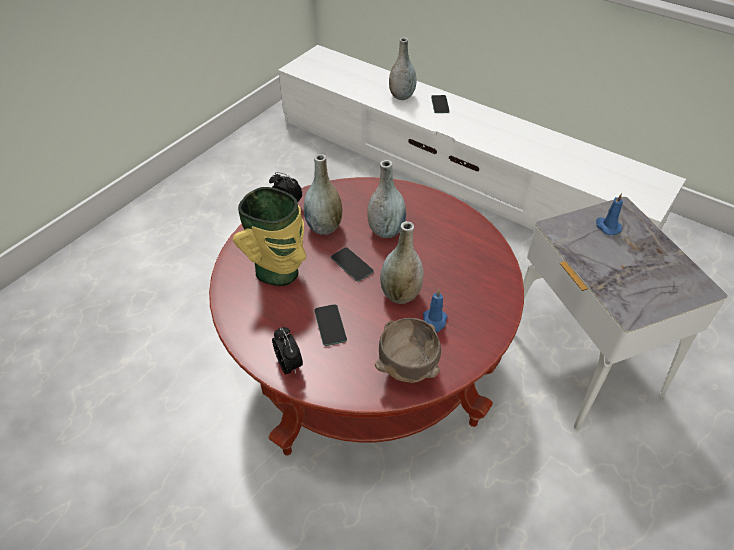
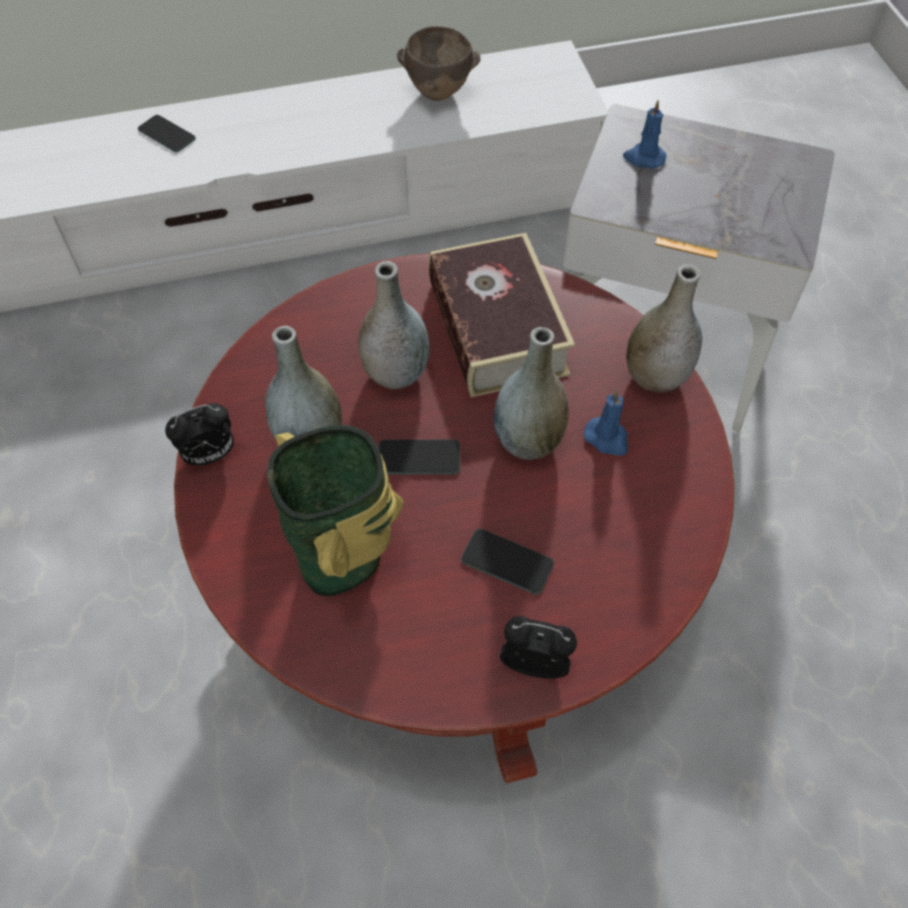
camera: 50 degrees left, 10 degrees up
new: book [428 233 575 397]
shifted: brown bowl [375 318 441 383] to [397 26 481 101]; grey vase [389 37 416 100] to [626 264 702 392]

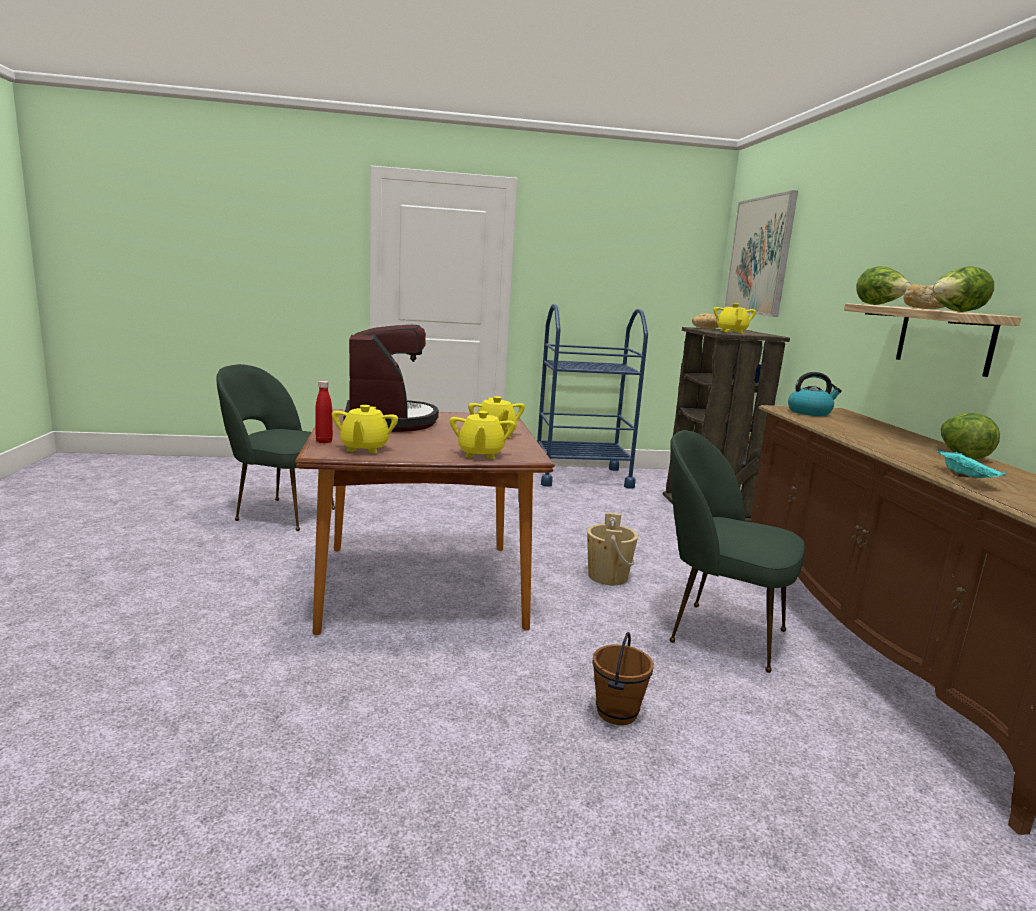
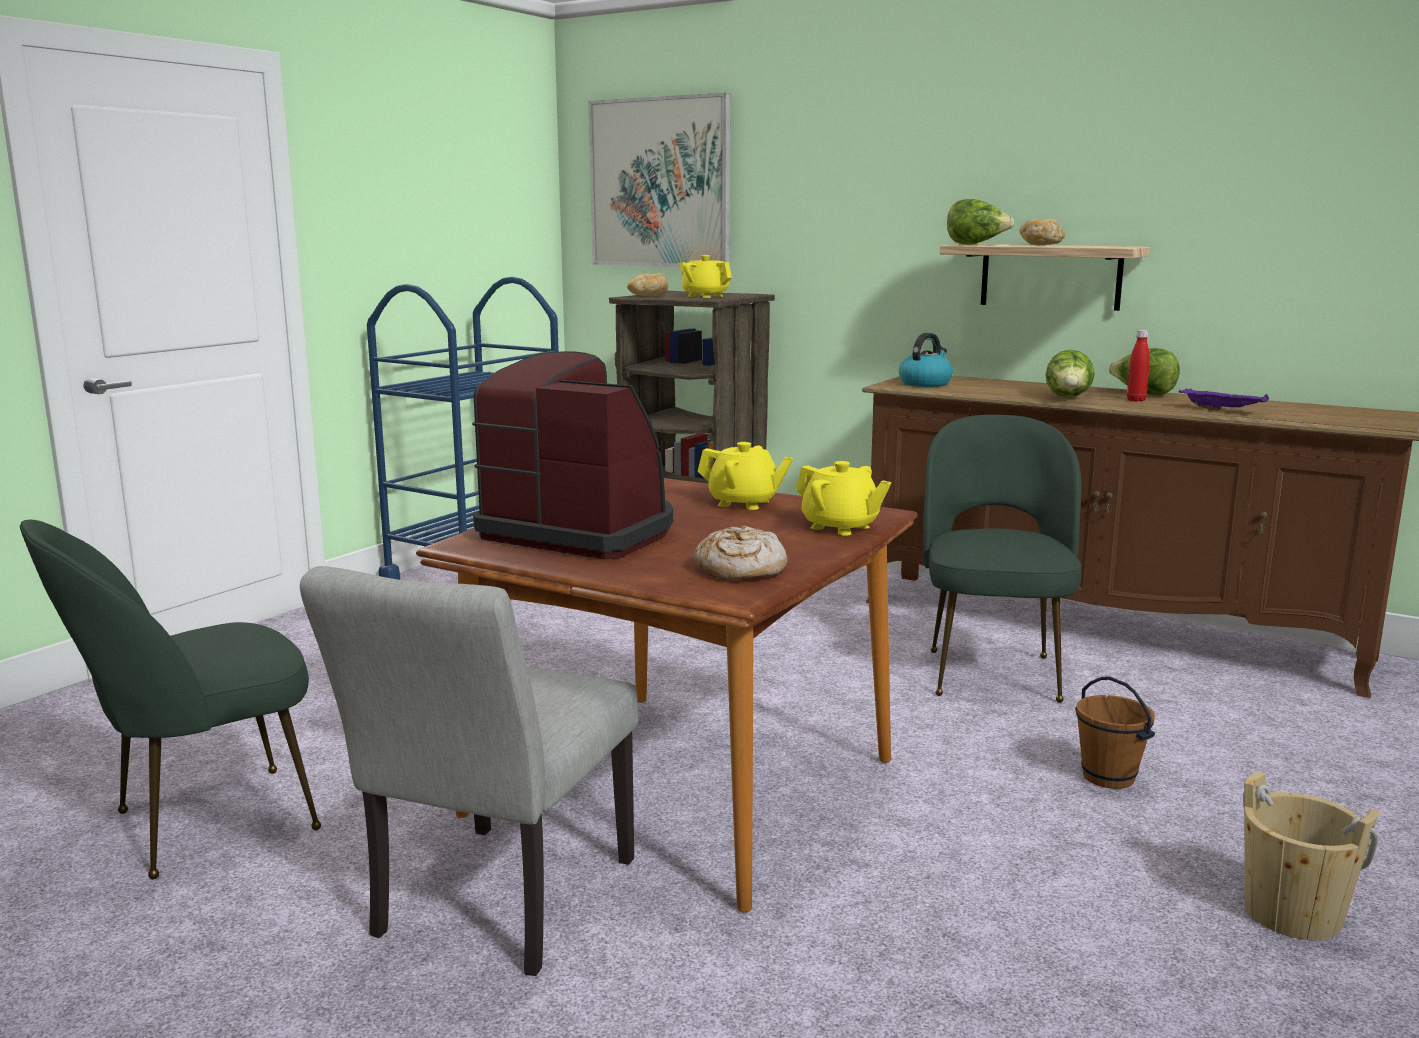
camera: 50 degrees left, 0 degrees up
new: grey chair [300 566 638 976]
shifted: lettuce [933 266 994 312] to [1045 350 1095 397]; red bottle [315 381 333 444] to [1127 330 1150 401]; beige bucket [587 513 638 585] to [1243 771 1379 940]
swapped: yellow teapot [332 405 398 453] to bread [694 525 787 580]
repainted: turquoise tray [938 449 1006 478] to purple tray [1179 388 1269 411]
rotated: green chair [670 430 805 673] = [923 415 1081 703] 120 degrees clockwise

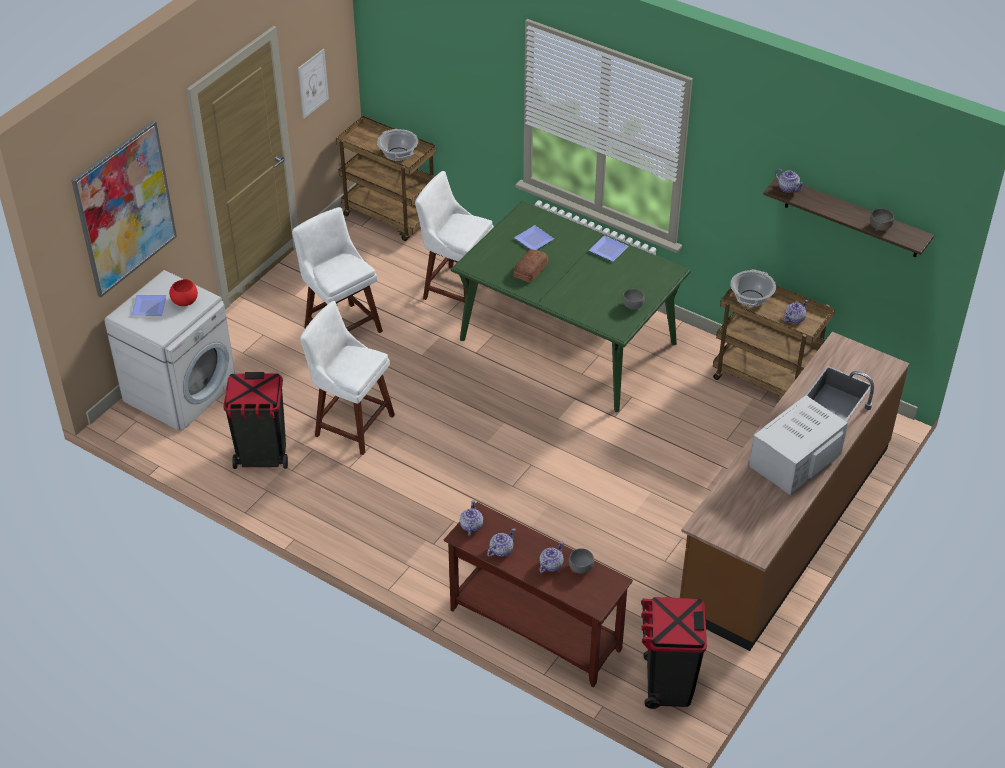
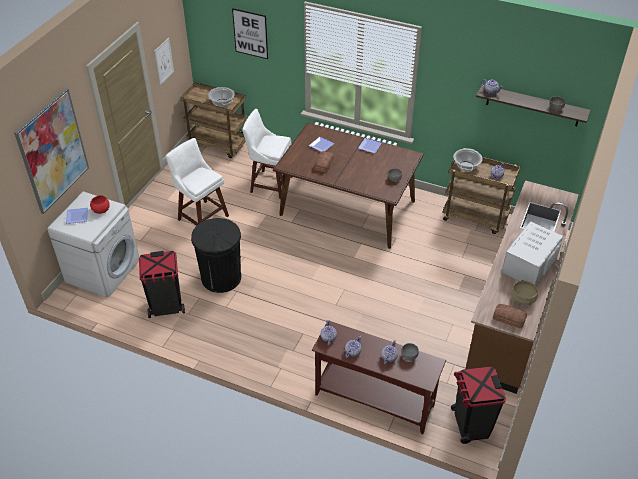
camera: 10 degrees left, 0 degrees up
new: picture [232 8 268 59]; bread [493 304 527 329]; beige cooking pot [511 280 538 305]
swapped: white chair [300 301 395 455] to black trash can [191 218 241 293]
repainted: green dining table [451 201 691 412] to brown dining table [273 123 424 249]

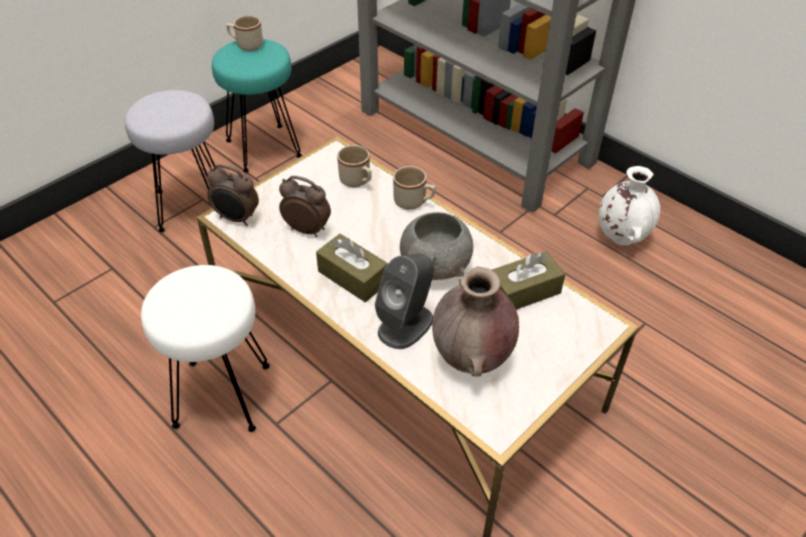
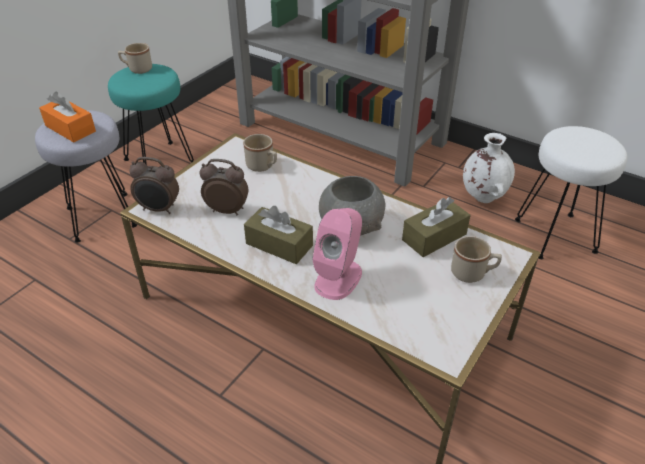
camera: 10 degrees left, 5 degrees down
gone: brown vase [432 267 519 377]
new: orange tissue box [39 92 96 142]
shifted: beige mug [393 166 435 210] to [451 236 502 283]; white stool [141 265 270 432] to [515 126 627 259]
repainted: grey speaker [375 254 434 349] to pink speaker [312 208 362 300]

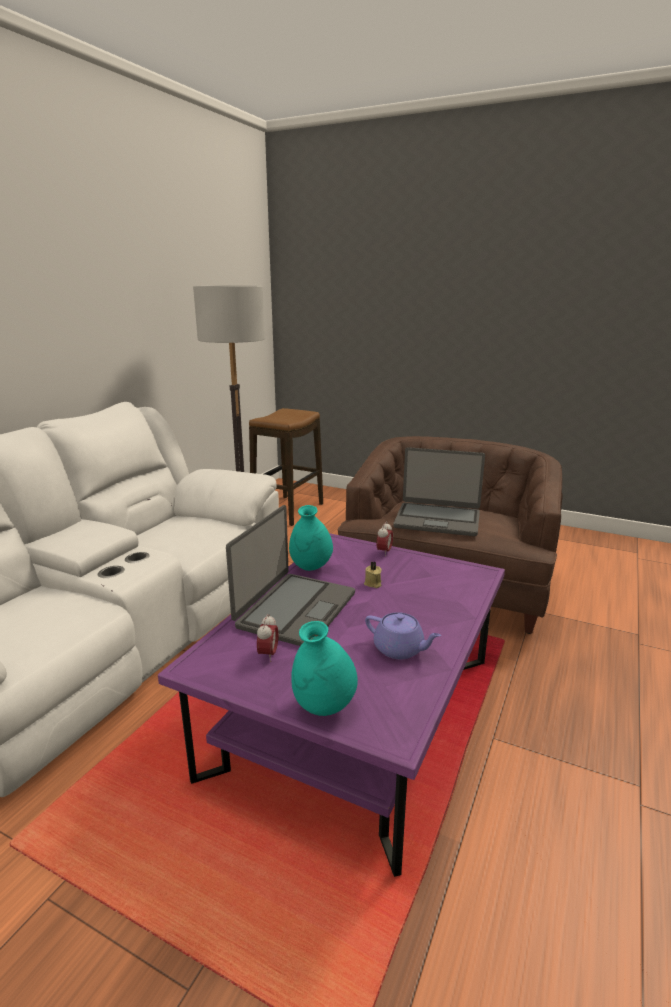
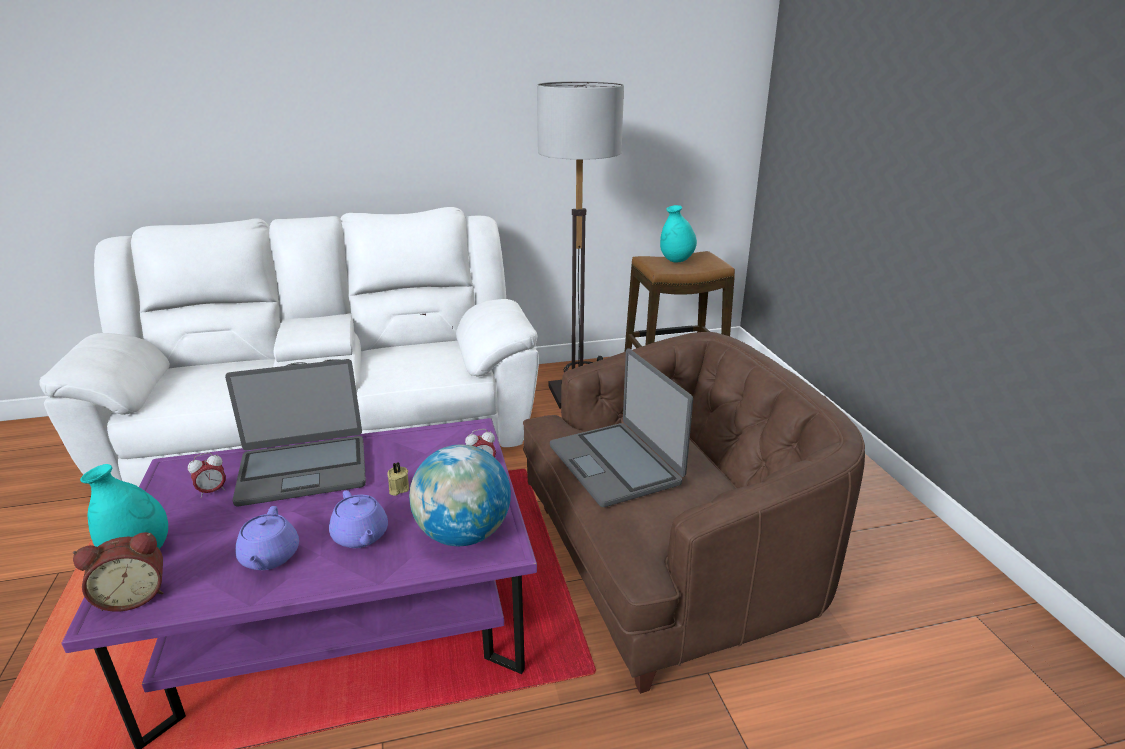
camera: 50 degrees right, 5 degrees up
new: alarm clock [73 532 163 611]; purple teapot [329 490 388 548]; globe [409 445 511 546]
shifted: turquoise vase [289 505 333 571] to [660 205 697 263]

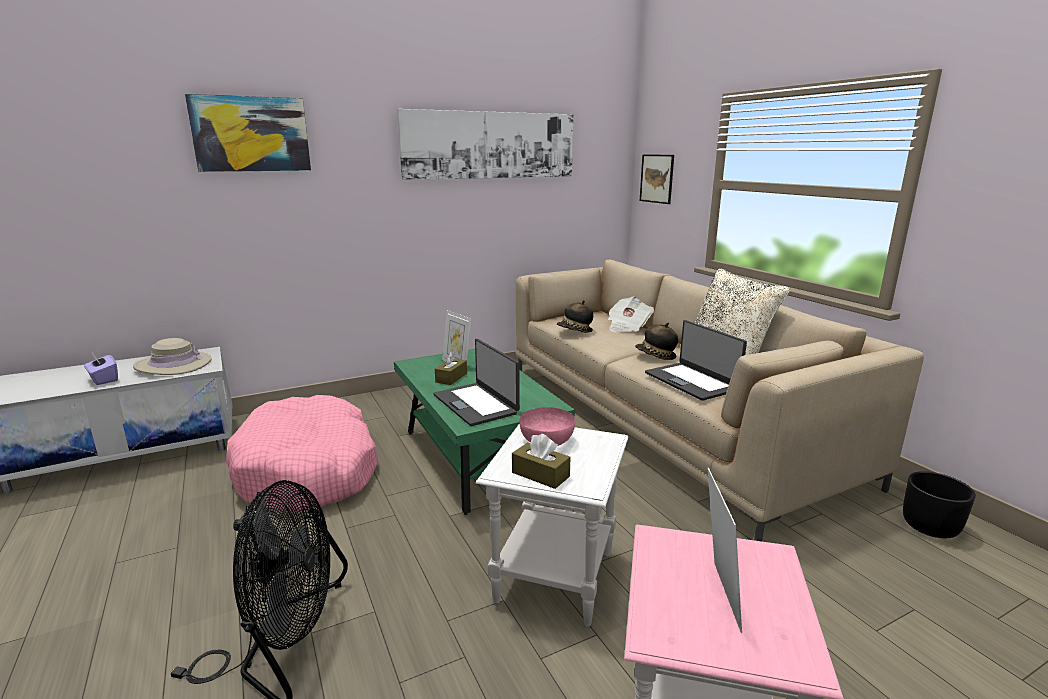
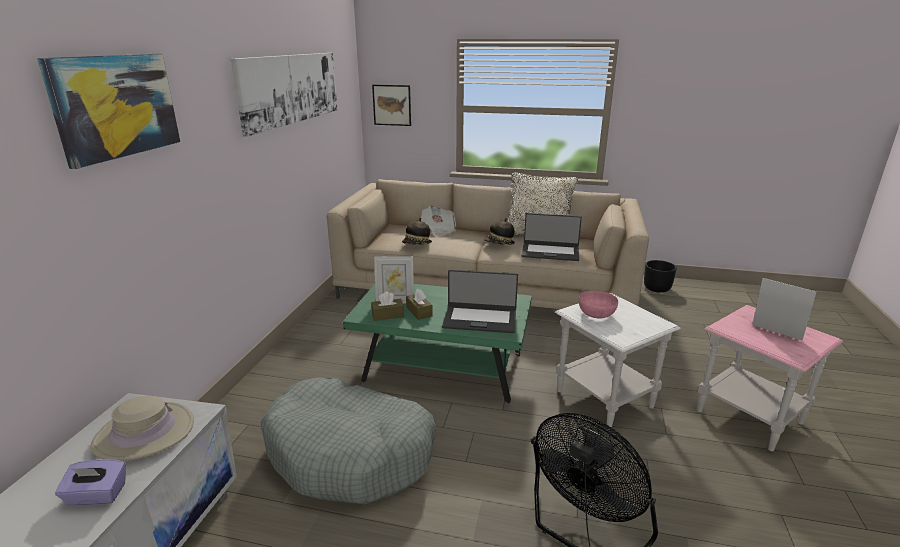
camera: 50 degrees left, 5 degrees up
shifted: brown tissue box [512 434 570 489] to [371 291 404 321]
repainted: pink dog bed [226 395 379 512] to grey dog bed [261 377 437 504]

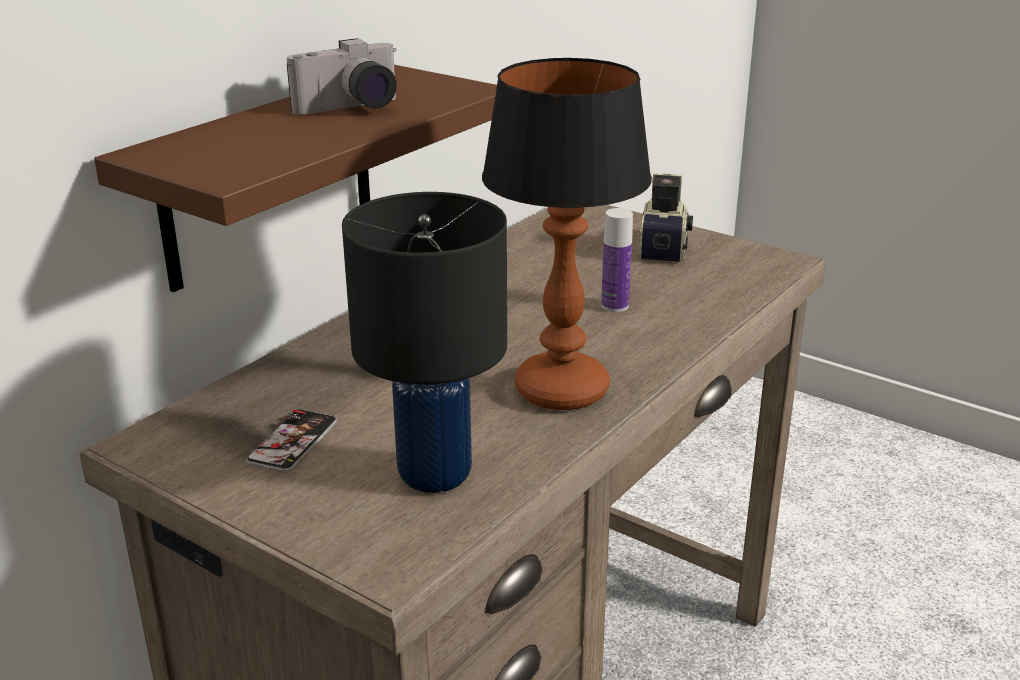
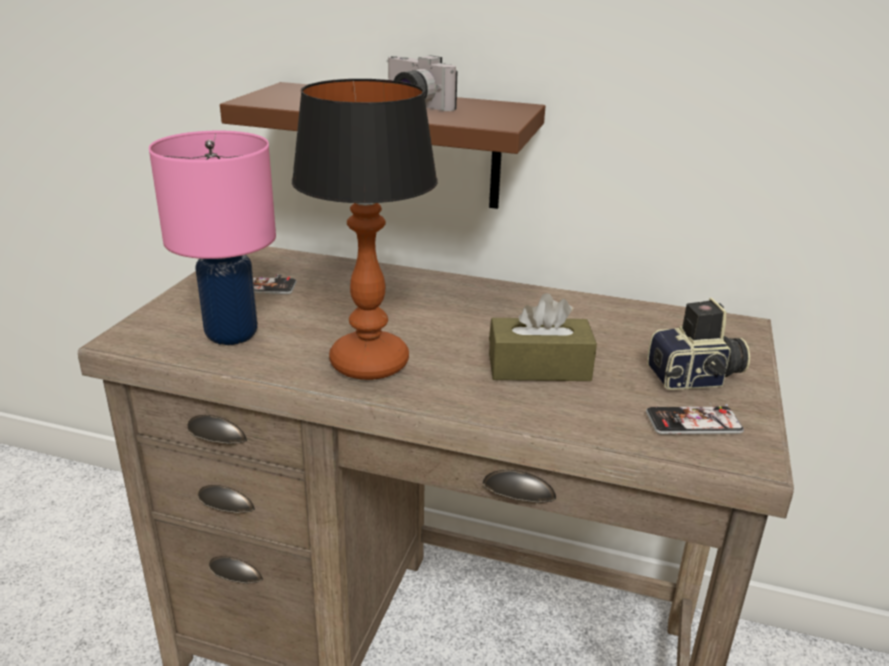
camera: 70 degrees right, 0 degrees up
new: phone [646 403 744 435]
swapped: bottle [601 208 633 312] to brown tissue box [489 293 597 381]
repainted: black table lamp [342 192 507 493] to pink table lamp [149 131 276 345]

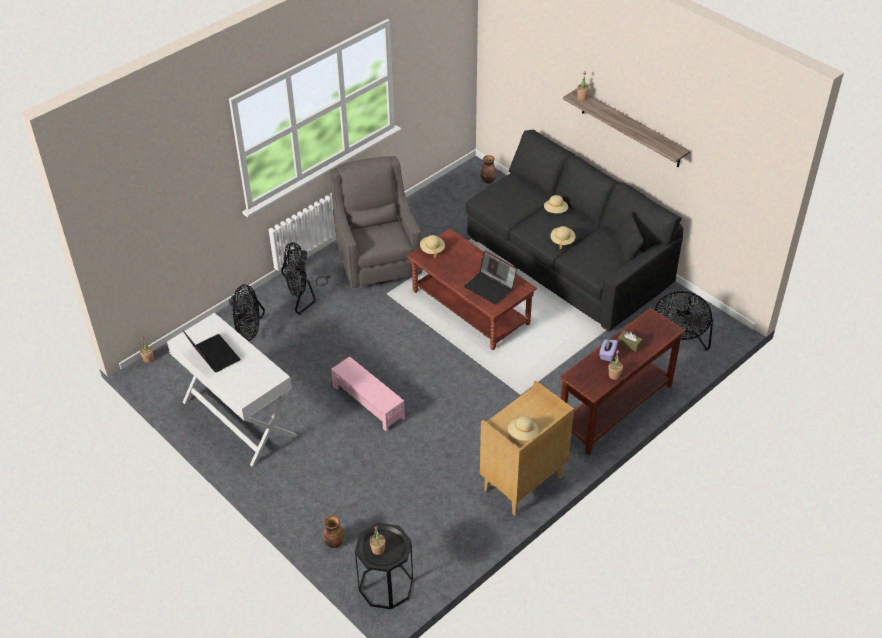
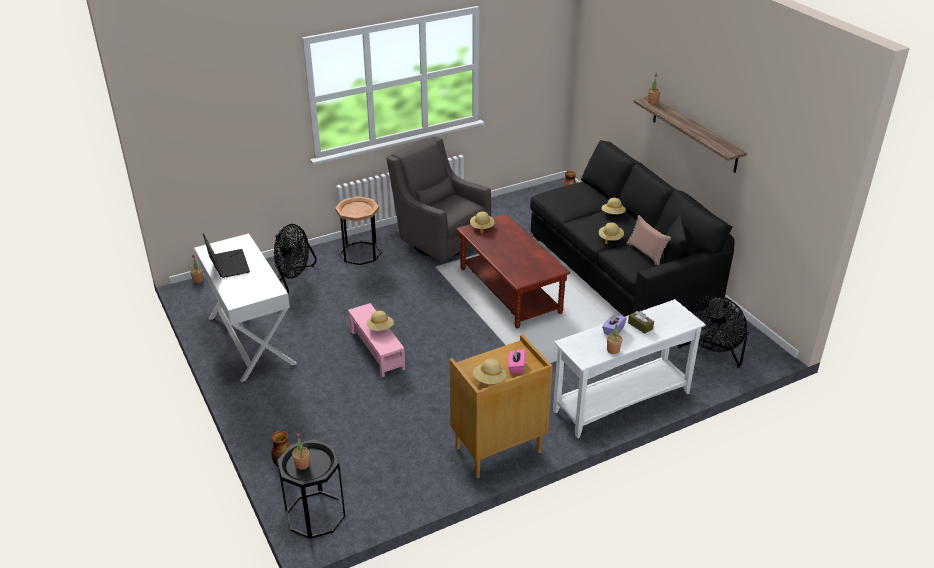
camera: 15 degrees right, 10 degrees down
gone: laptop [464 251 517 305]
new: beige hat [366 311 394 331]; pink tissue box [508 348 526 374]; beige pillow [627 215 671 266]
swapped: black fan [281 242 331 315] to brown side table [335 196 382 265]
repainted: brown console table [559 308 685 456] to white console table [553 299 706 438]
rotated: grey armchair [330 156 422 288] = [386 137 491 262] 45 degrees counterclockwise

